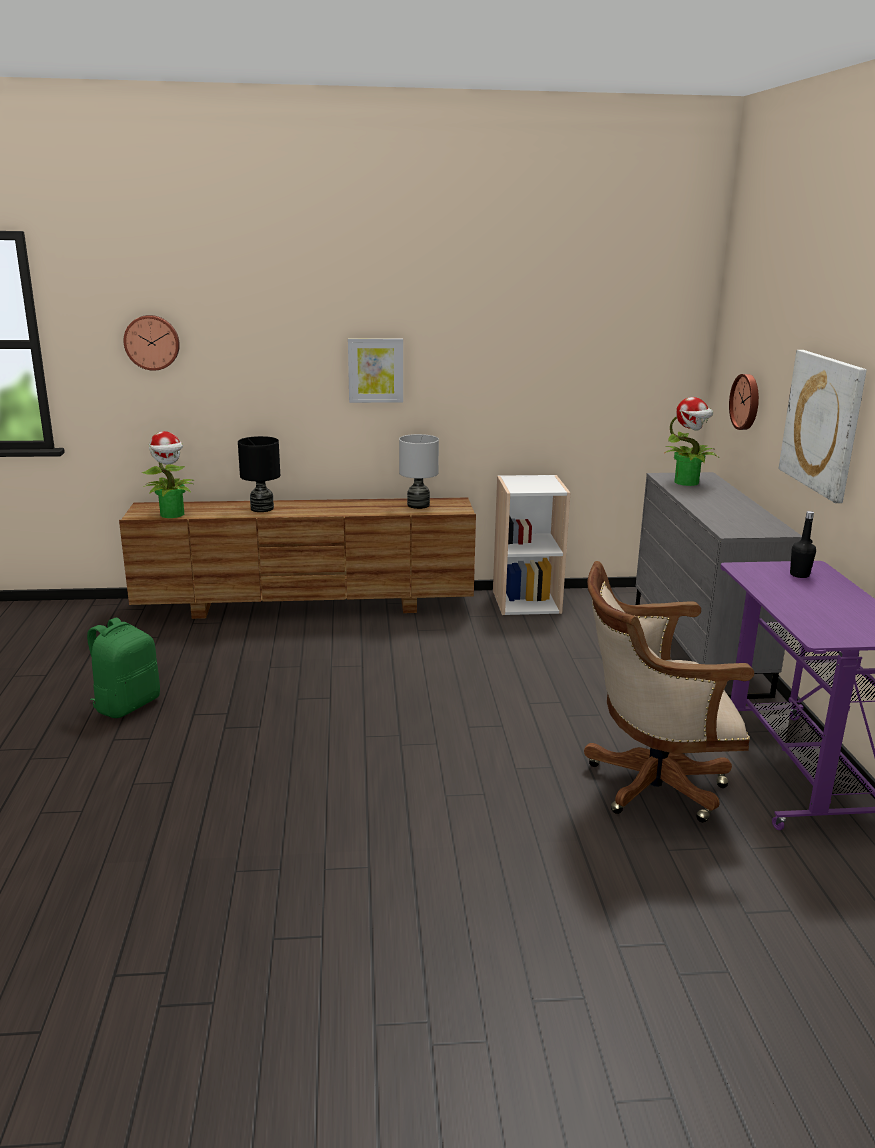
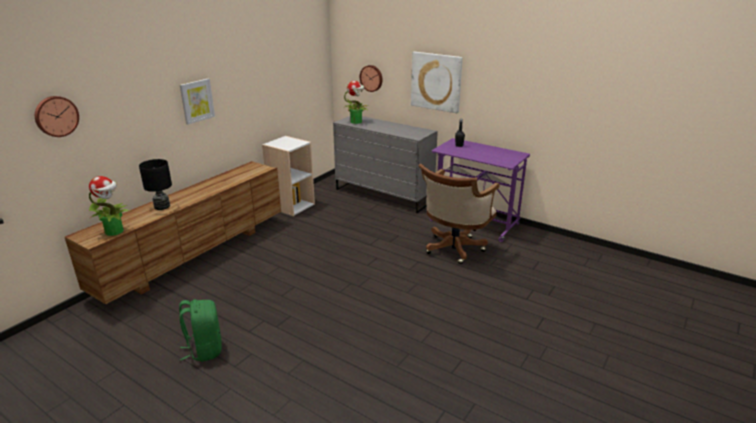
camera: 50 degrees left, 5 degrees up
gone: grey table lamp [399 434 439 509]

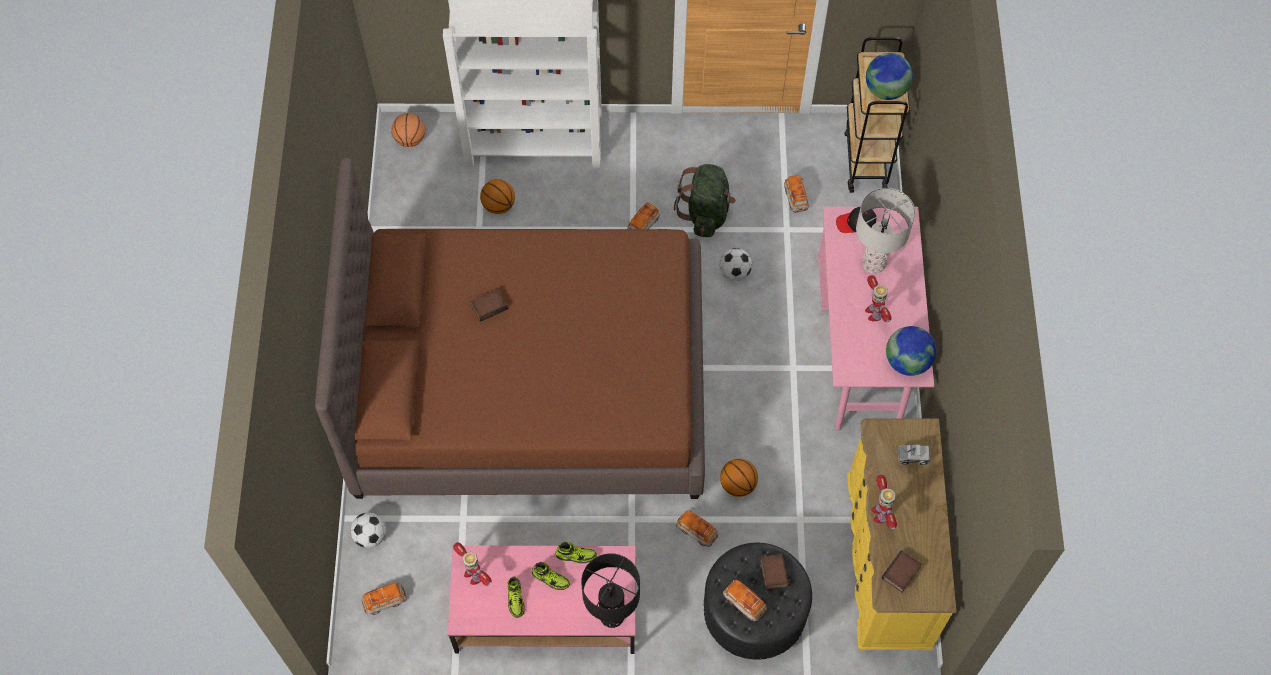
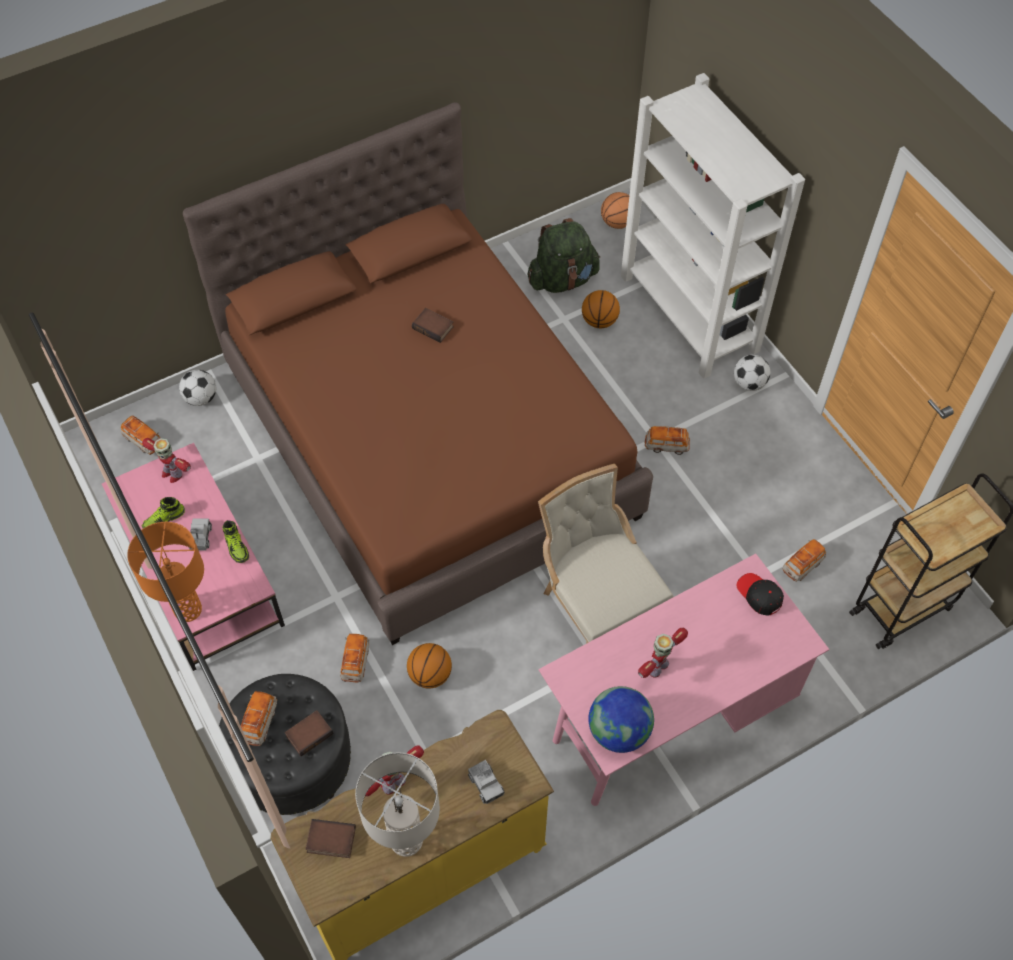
camera: 60 degrees right, 5 degrees down
gone: globe [866 53 913 100]
new: beige chair [538 464 674 644]
shifted: white table lamp [856 188 915 274] to [355 752 440 857]; green backpack [674 164 736 237] to [527 218 600 293]; football [720 248 752 281] to [734 355 770 391]
swapped: shoe [532 562 570 590] to toy truck [189 518 212 550]
repainted: black table lamp [581 553 640 628] to orange table lamp [127 522 204 622]
rotated: toy robot [453 542 492 586] = [142 438 191 483] 75 degrees counterclockwise

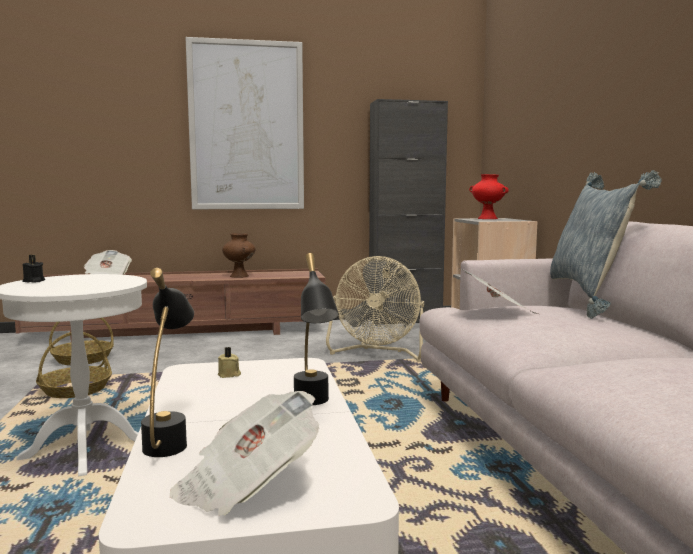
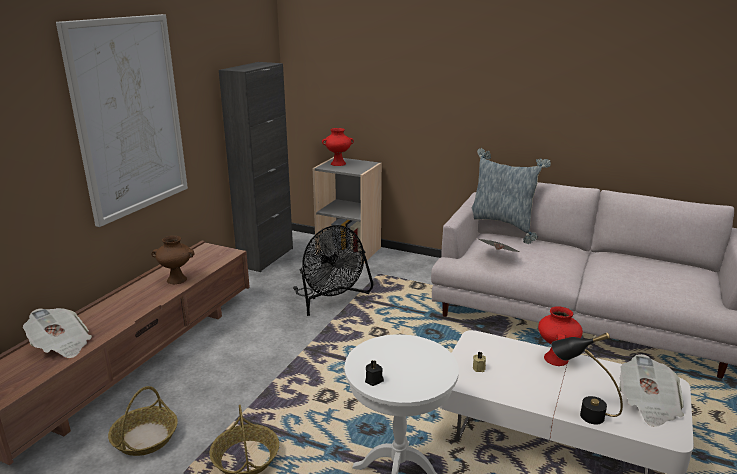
camera: 55 degrees left, 15 degrees up
swapped: black table lamp [294 253 339 405] to red vase [538 306 583 366]
repainted: beige fan [326 256 424 362] to black fan [293 225 373 316]

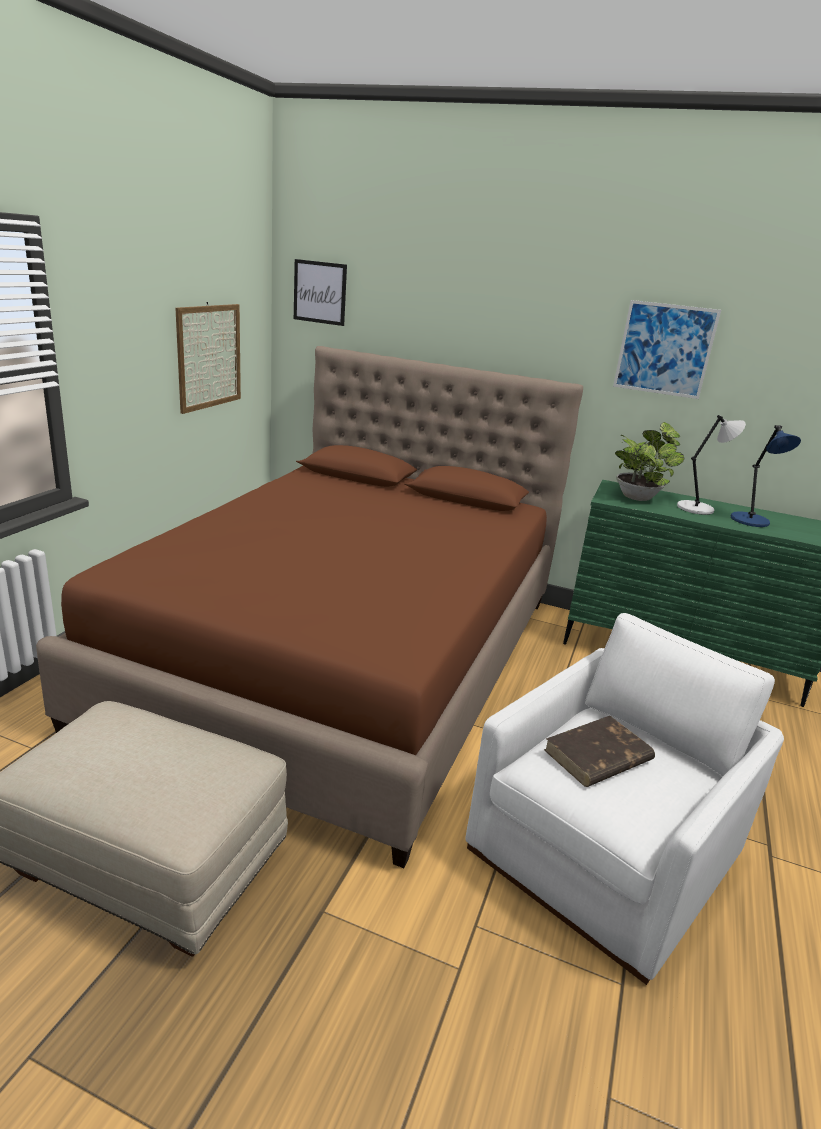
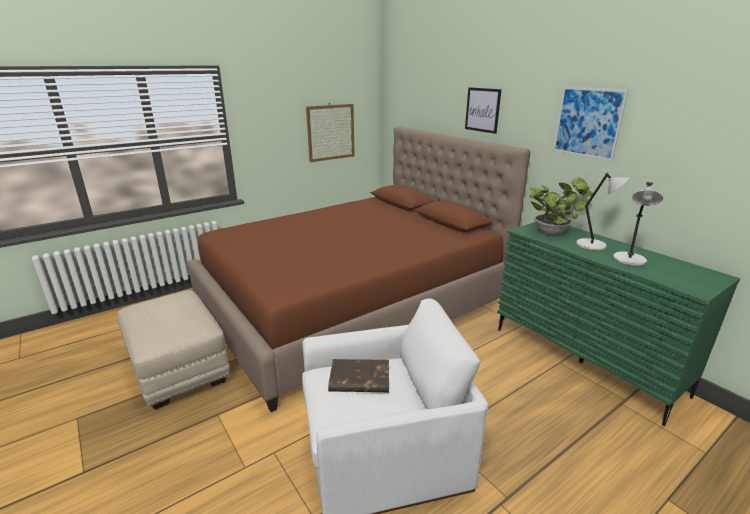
camera: 35 degrees right, 0 degrees up
shifted: picture [294 259 347 326] to [465 87 502 134]
repainted: blue table lamp [731 425 801 527] to grey table lamp [613 182 663 266]

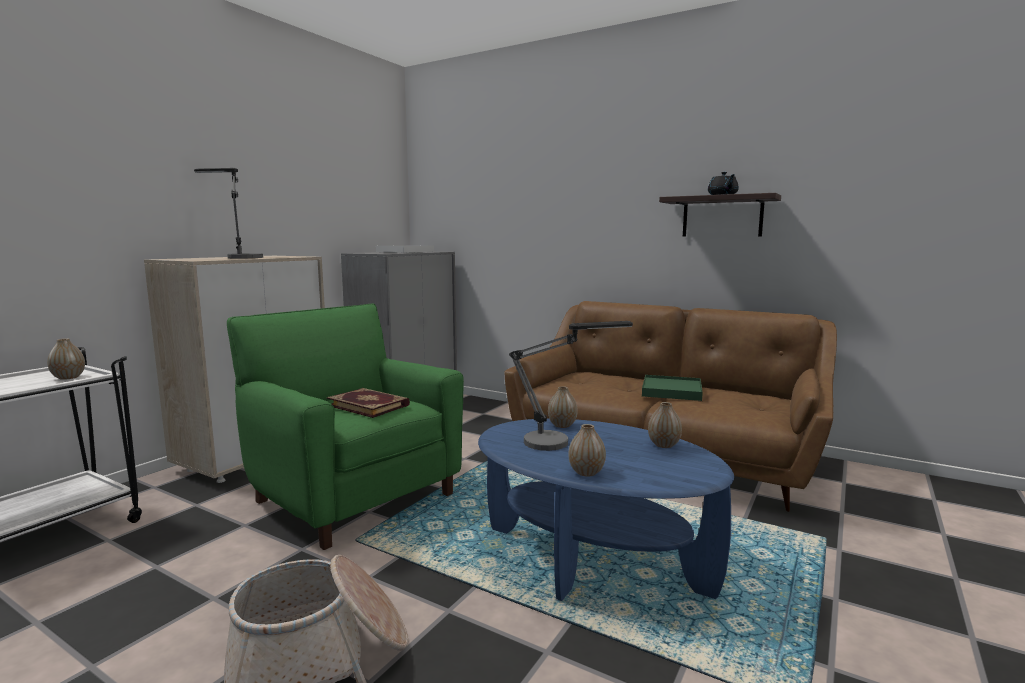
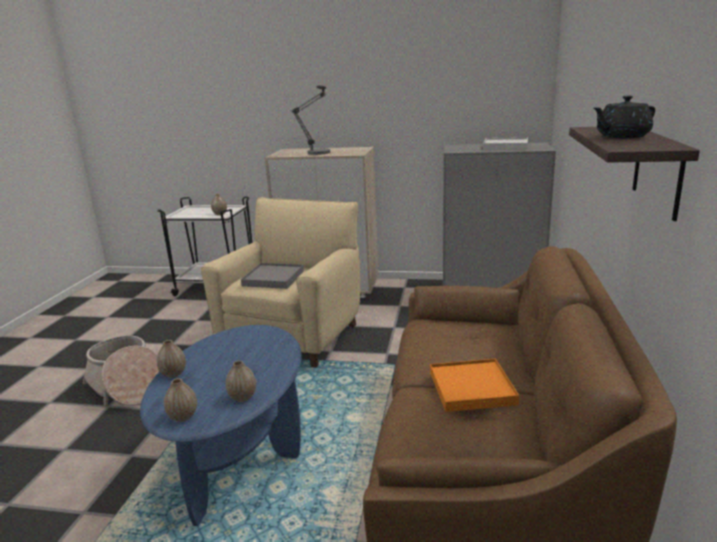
camera: 70 degrees right, 10 degrees up
gone: table lamp [509 321 633 451]
shifted: vase [548 386 578 428] to [164 378 197 422]
swapped: book [327 388 410 418] to grey tray [241 263 304 289]
repainted: green armchair [227 304 464 550] to beige armchair [201 197 360 368]; green tray [642 375 703 401] to orange tray [430 359 519 412]

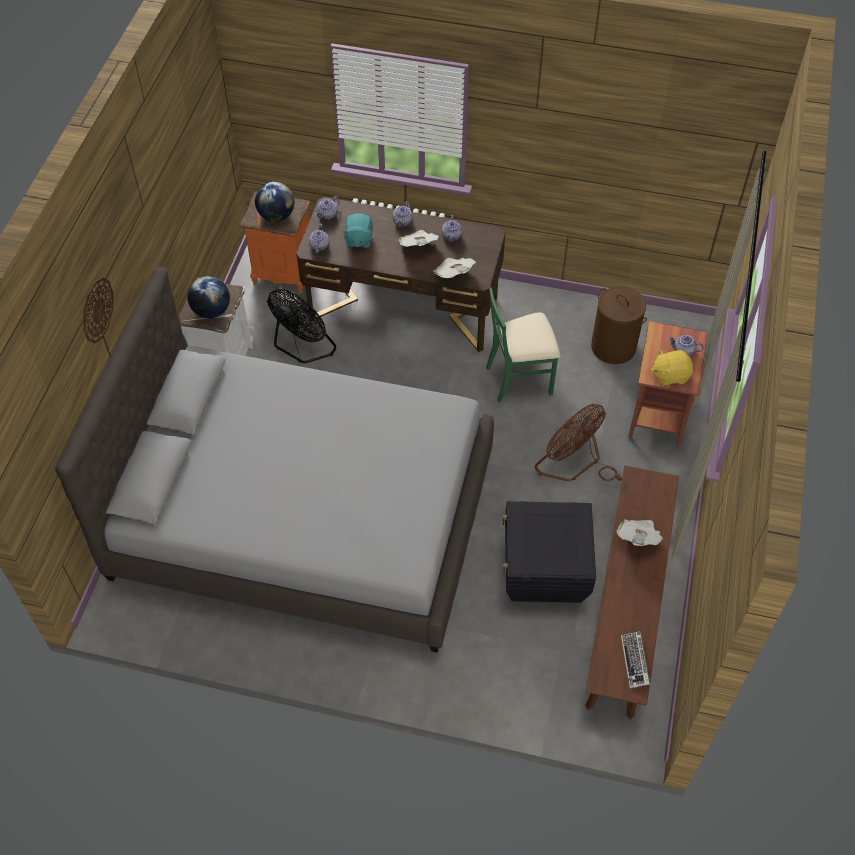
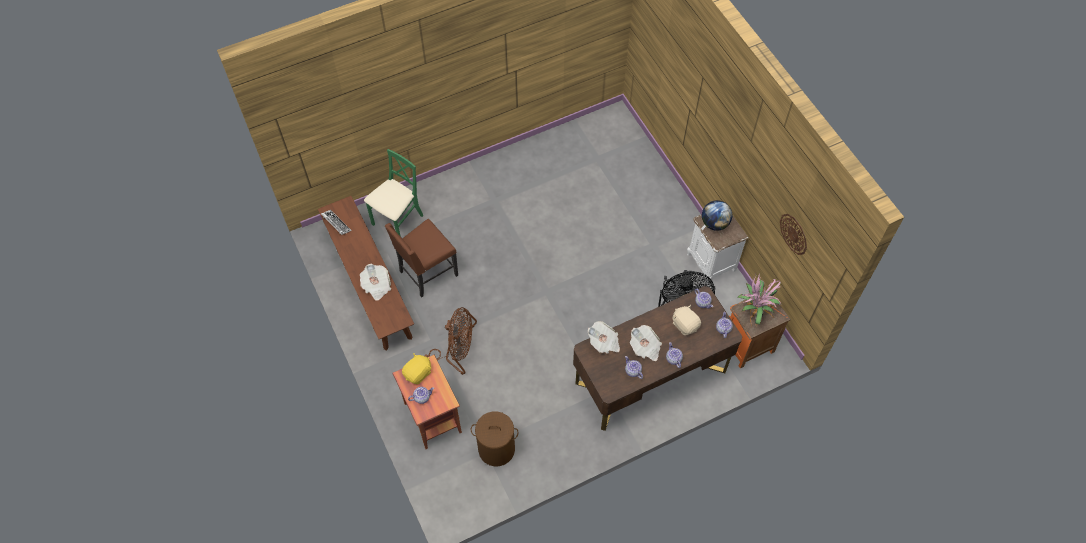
camera: 140 degrees right, 5 degrees up
gone: grey bed [55 267 494 653]
shifted: green chair [486 287 560 403] to [364 149 424 237]; wall clock [83 277 113 343] to [780 214 807 255]
swapped: black storage box [502 501 596 603] to brown chair [385 219 458 298]; globe [255 182 294 222] to potted plant [737 274 782 326]
repainted: turquoise plush toy [342 213 373 248] to beige plush toy [673 305 701 335]

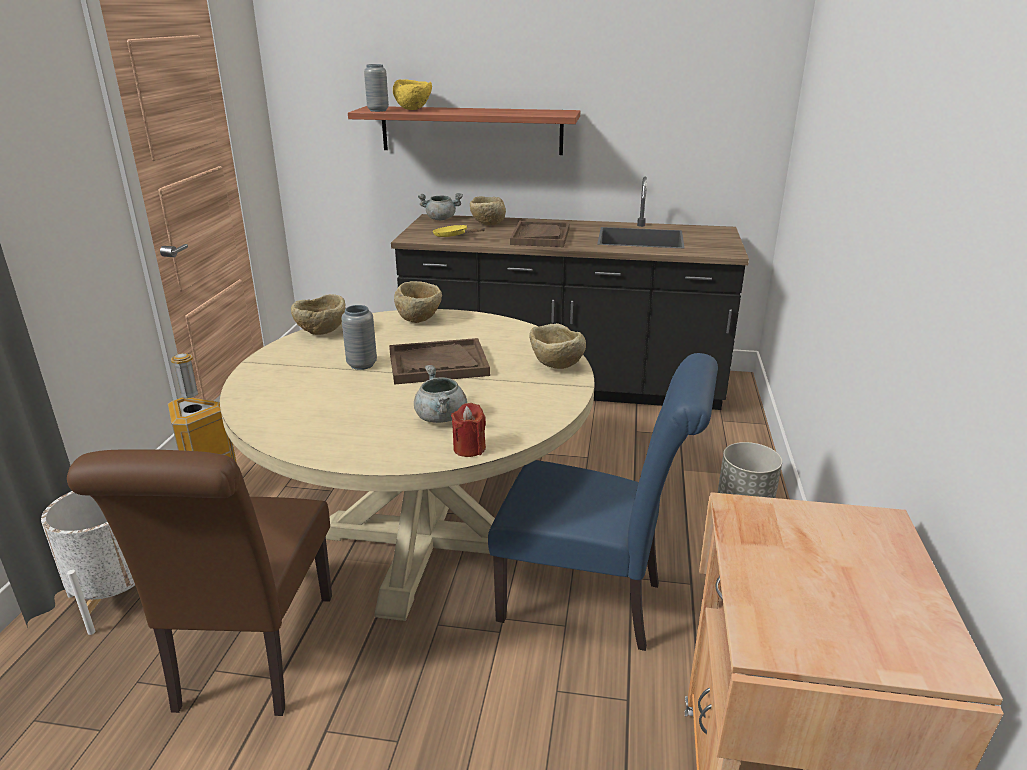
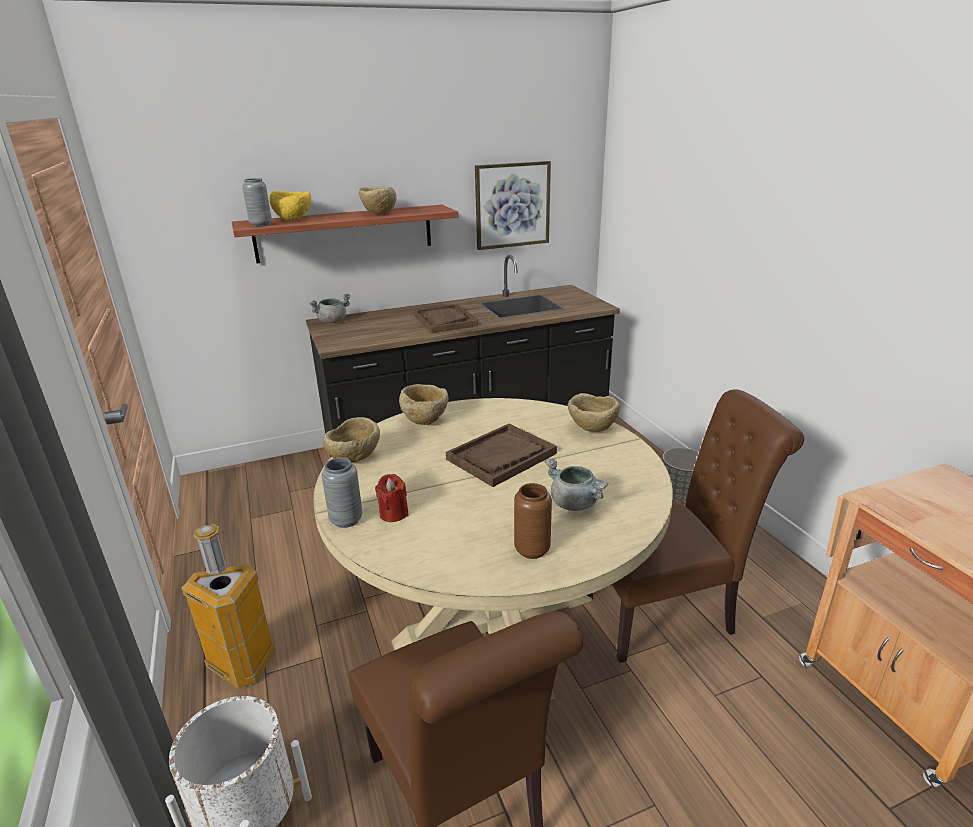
camera: 30 degrees left, 0 degrees up
gone: yellow frying pan [432 225 485 237]
new: picture [475 161 551 250]; brown vase [514 483 552 559]
shifted: grey vase [341 305 377 370] to [322 458 363 528]; beige bowl [470 196 506 225] to [359 186 397 214]; red candle [451 403 486 457] to [375 474 408 522]
repainted: blue chair [488 353 718 651] to brown chair [587 389 804 663]

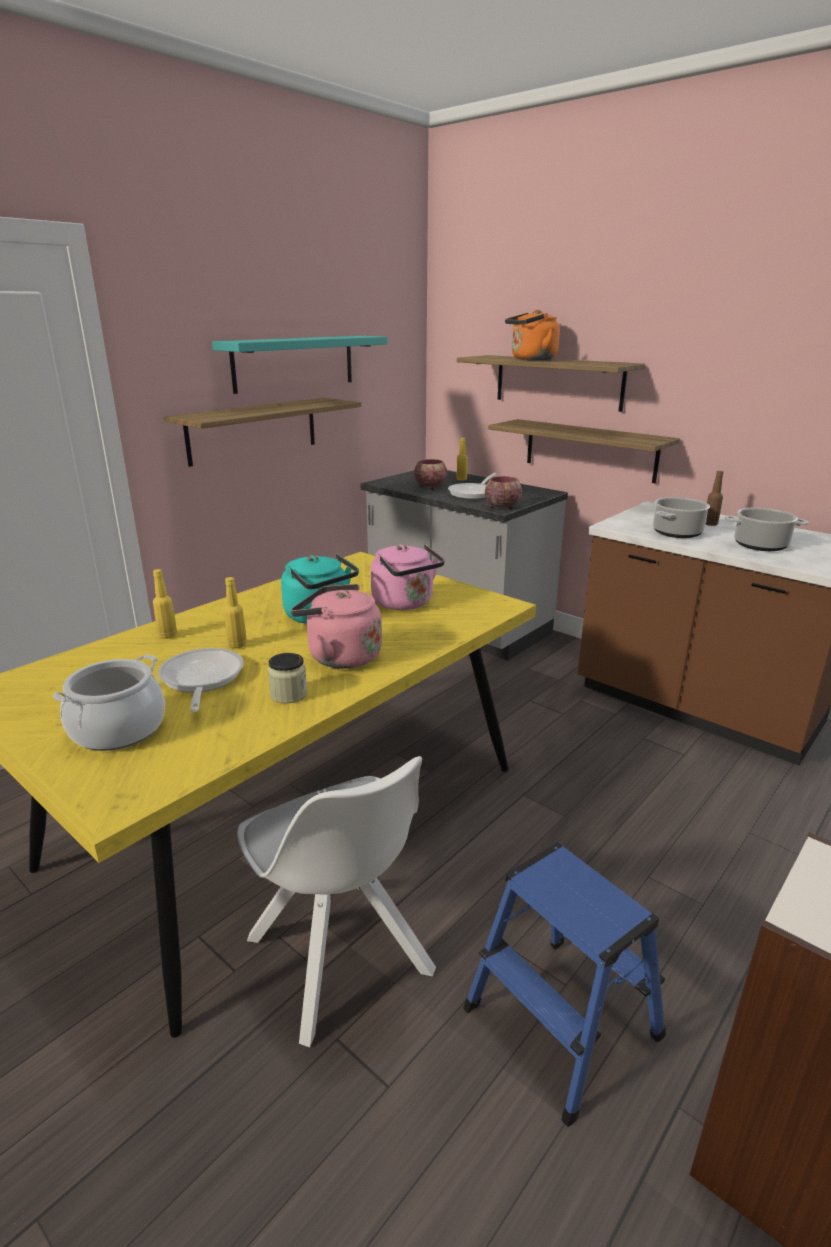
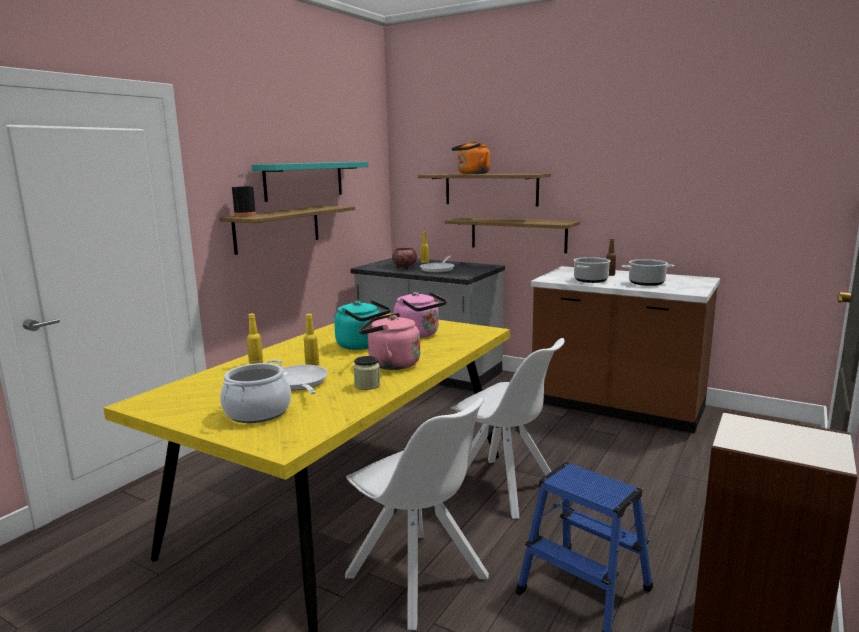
camera: 10 degrees left, 10 degrees down
gone: bowl [485 476 522 509]
new: black bottle [232 174 256 217]; white chair [451 338 565 519]

